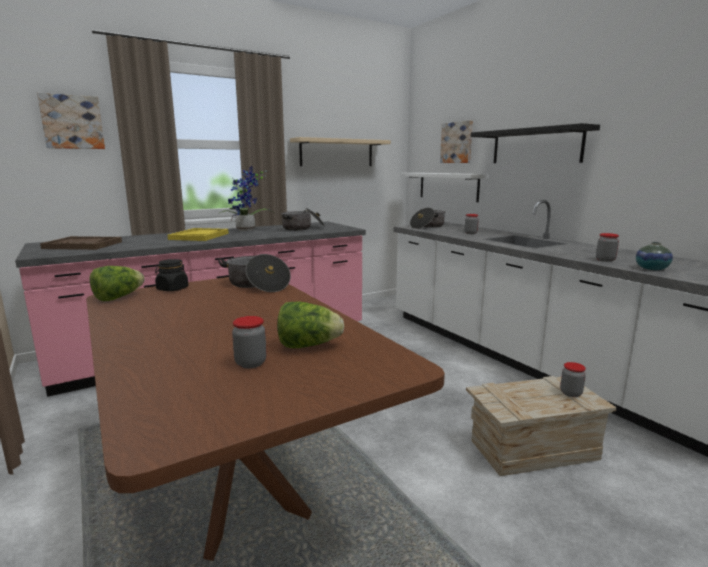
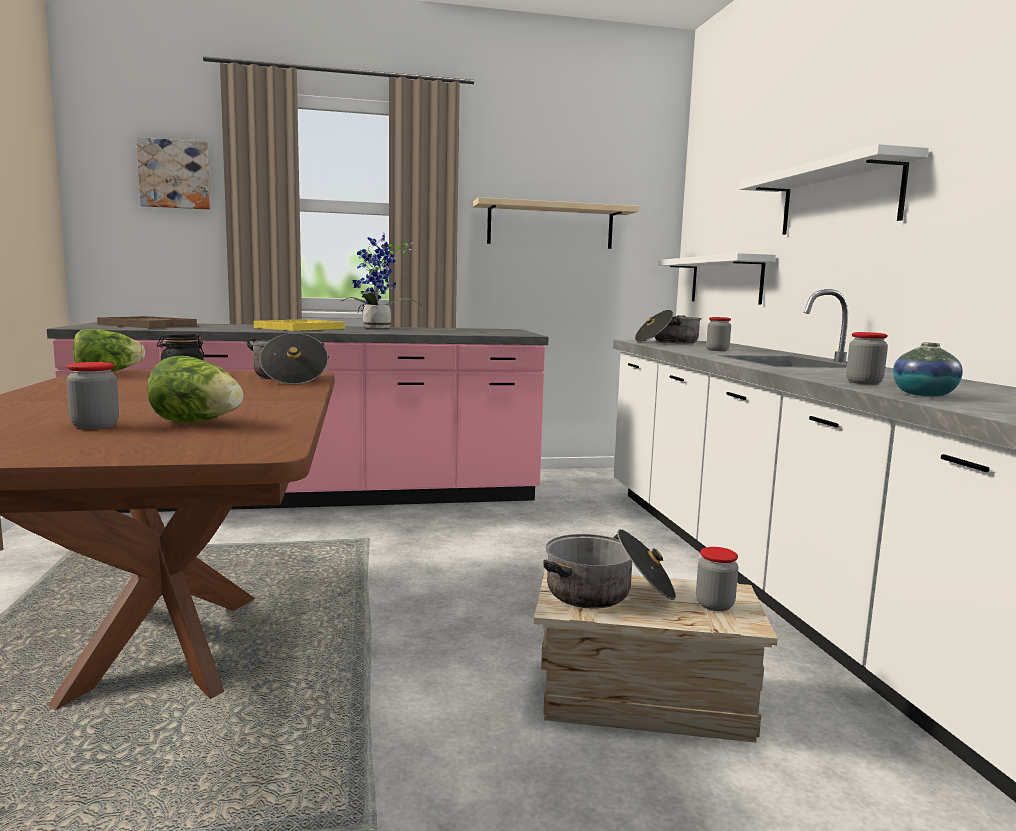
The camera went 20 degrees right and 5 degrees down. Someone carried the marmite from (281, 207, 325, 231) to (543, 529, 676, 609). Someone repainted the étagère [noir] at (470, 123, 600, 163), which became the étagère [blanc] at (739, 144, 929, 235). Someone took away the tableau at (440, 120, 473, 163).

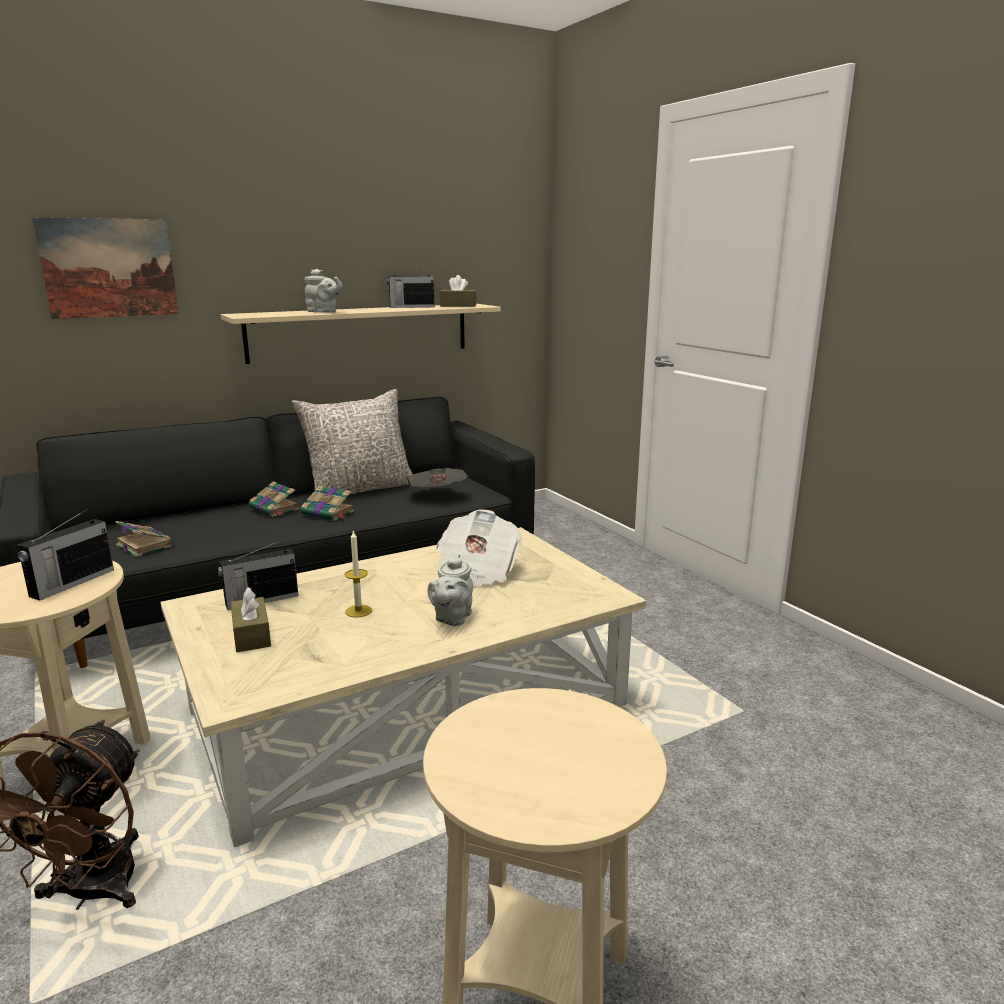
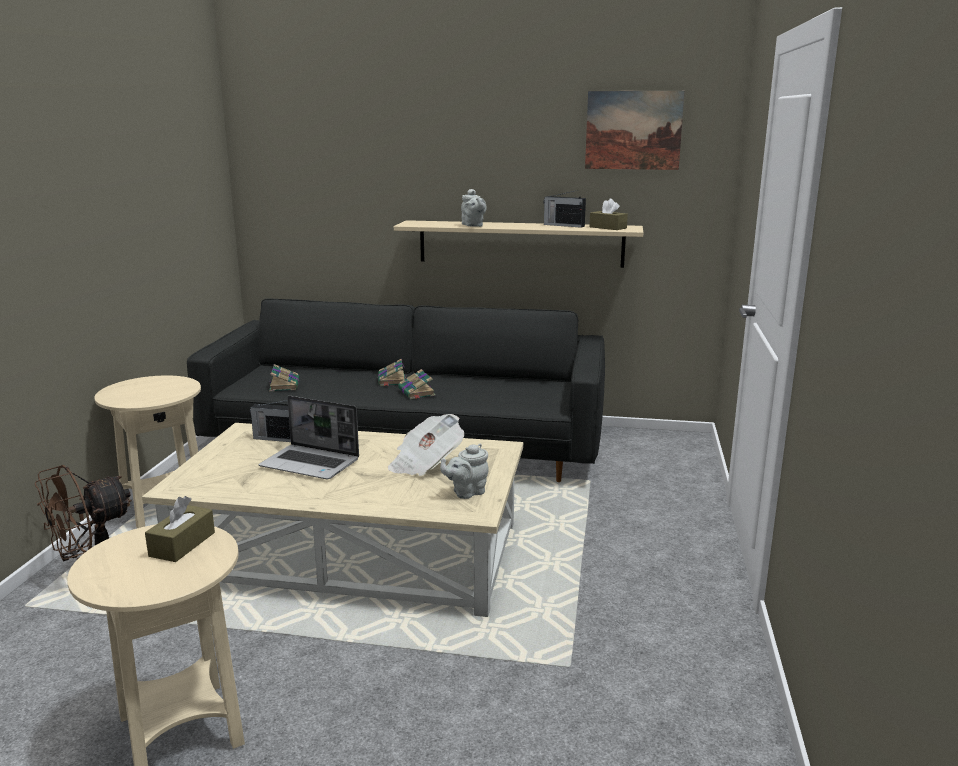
The camera went 40 degrees right and 0 degrees up. Someone carried the boîte à mouchoirs [marron] from (231, 587, 271, 652) to (145, 496, 215, 562). Someone swapped the bougie at (344, 531, 372, 618) for the ordinateur portable at (259, 396, 359, 479). Someone carried the théière [gris] from (427, 554, 473, 626) to (440, 444, 489, 499). Someone carried the tableau from (32, 217, 179, 319) to (585, 91, 685, 170). Someone took away the radio at (17, 509, 114, 601). Someone took away the coussin [gris] at (292, 389, 413, 495). Someone took away the journal at (404, 468, 468, 487).

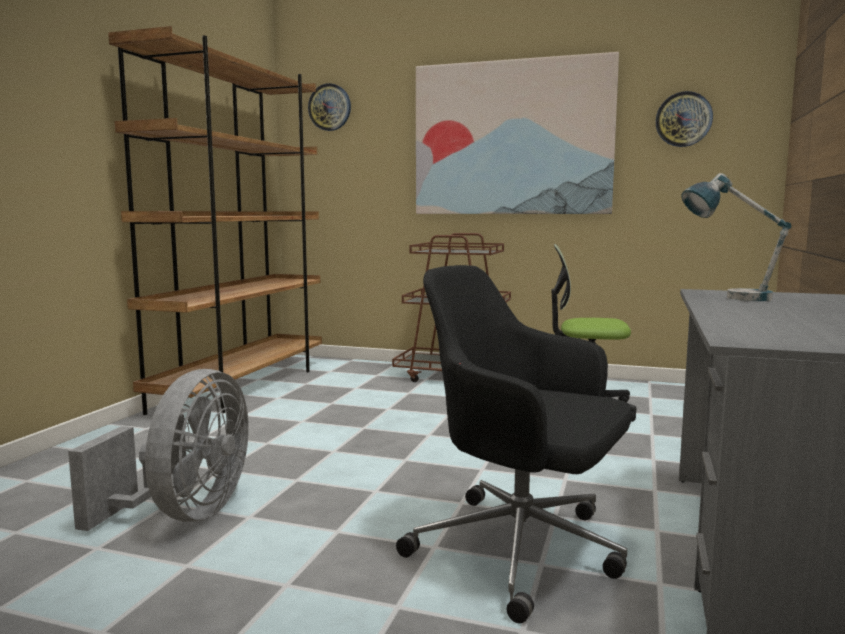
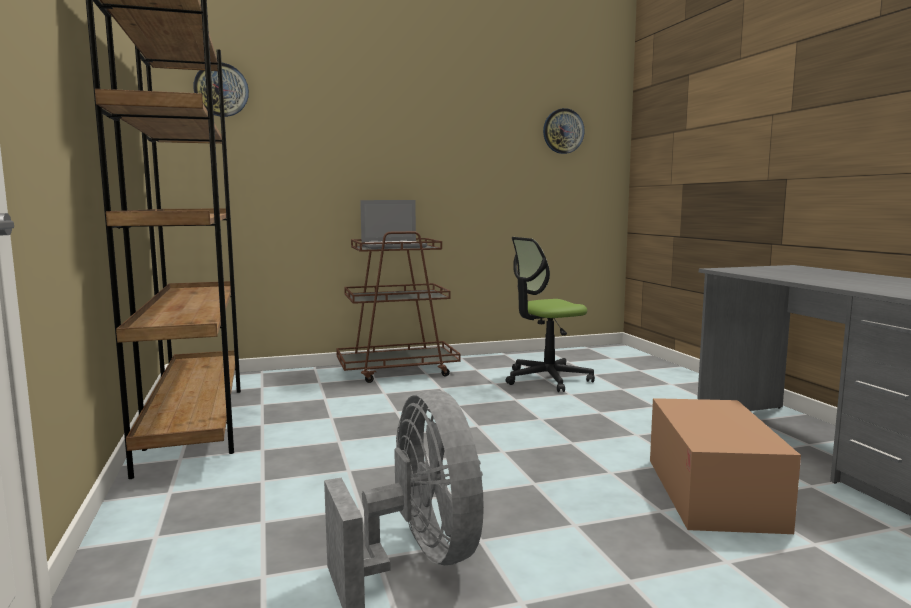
The camera went 35 degrees left and 0 degrees up. Someone put down the ordinateur portable at (360, 200, 427, 249). Someone swapped the chaise de bureau [noir] at (396, 265, 632, 624) for the carton at (650, 398, 801, 534). Someone took away the tableau at (416, 52, 619, 214). Someone took away the lampe de table at (681, 173, 791, 301).

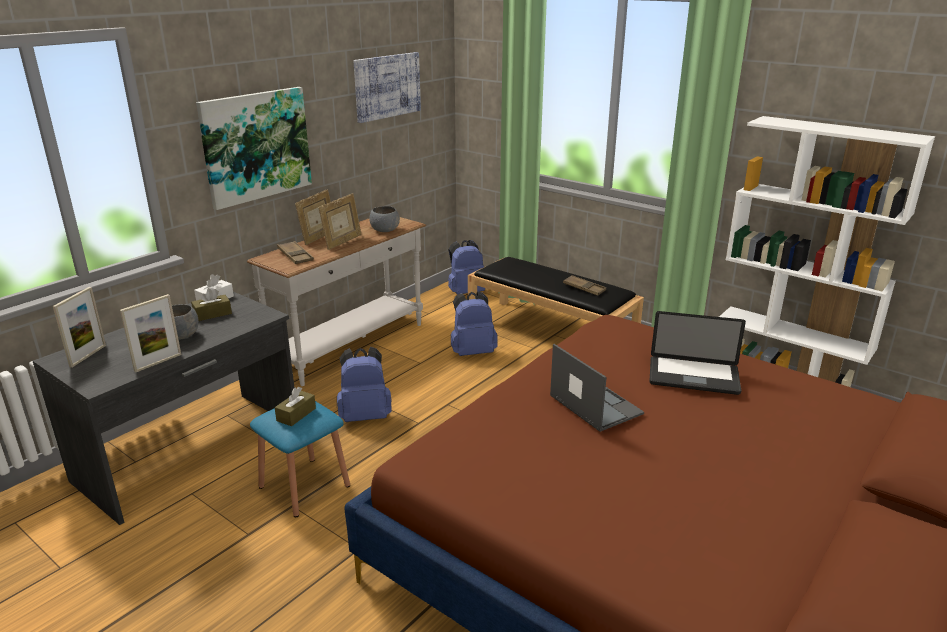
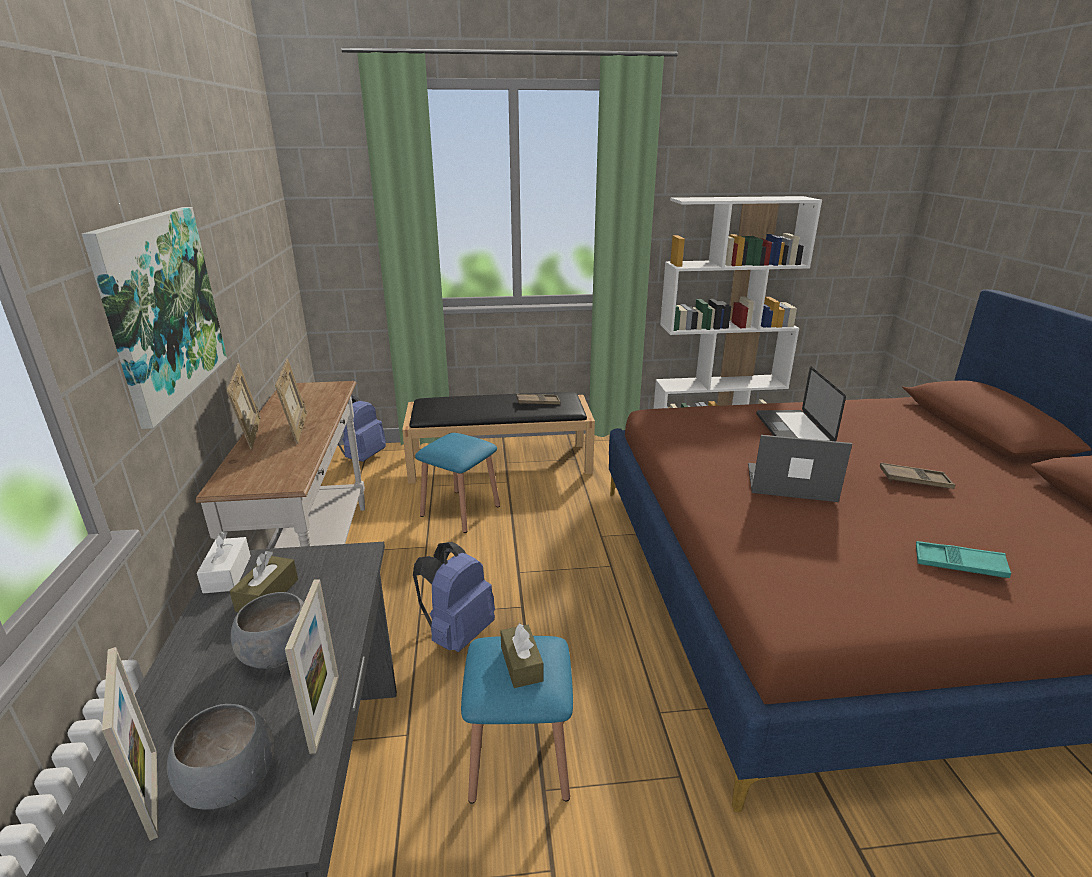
The camera went 45 degrees left and 0 degrees up. Someone carried the bol [gris] from (369, 206, 400, 232) to (167, 704, 275, 810). Someone swapped the sac à dos [bleu] at (451, 291, 498, 356) for the tabouret [bleu] at (415, 433, 500, 533). Someone rotated the ordinateur portable at (649, 311, 746, 395) by 120 degrees clockwise. Someone carried the plateau [marron] from (277, 241, 314, 264) to (880, 463, 955, 489). Someone put down the plateau [turquoise] at (916, 541, 1011, 578). Someone took away the tableau at (353, 52, 421, 123).

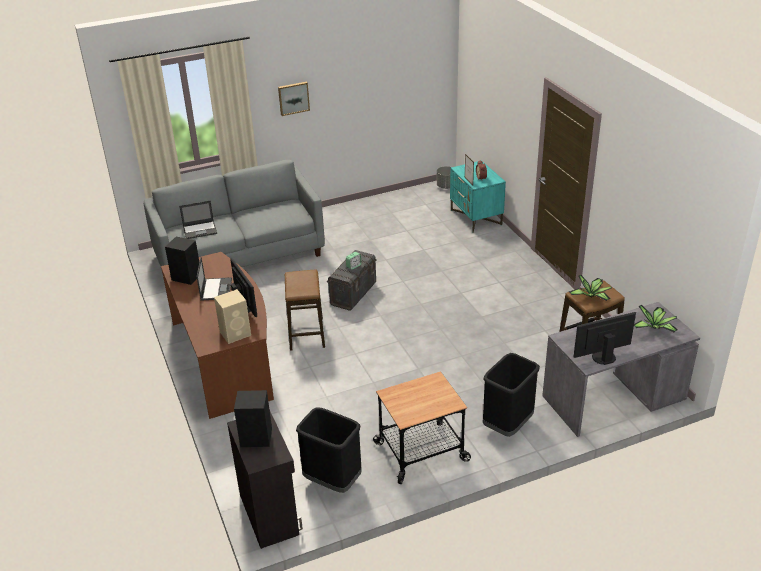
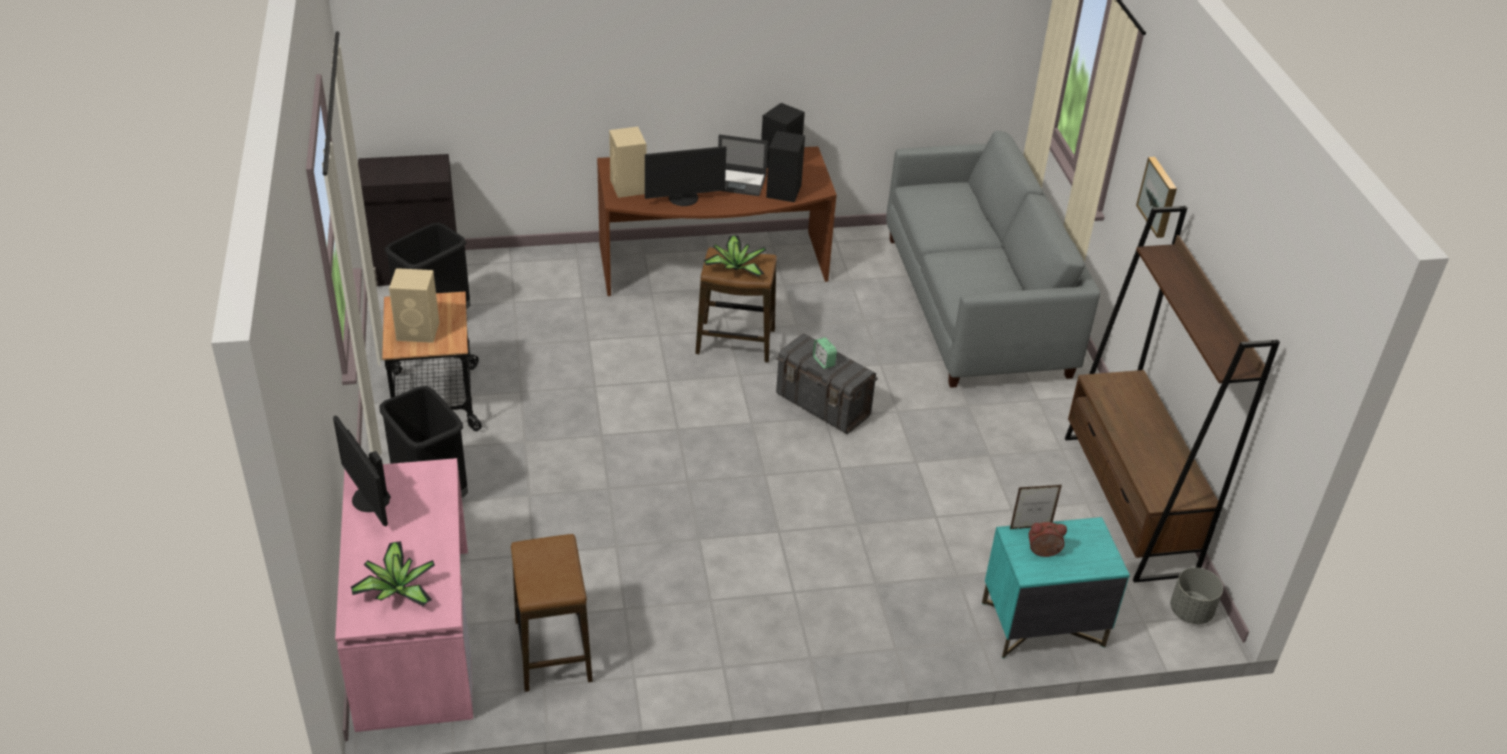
The camera went 100 degrees right and 5 degrees up. Someone rotated the écran d'ordinateur at (574, 312, 636, 365) by 150 degrees clockwise. Someone repainted the bureau [gris] at (542, 302, 700, 437), which became the bureau [rose] at (335, 458, 473, 732). Someone put down the enceinte [beige] at (389, 268, 439, 343). Someone carried the plante en pot from (569, 275, 612, 301) to (704, 236, 766, 277). Someone carried the enceinte [noir] from (234, 390, 272, 447) to (766, 131, 805, 202). Someone put down the bibliothèque [marron] at (1065, 206, 1280, 583). Someone took away the ordinateur portable at (179, 201, 217, 239).

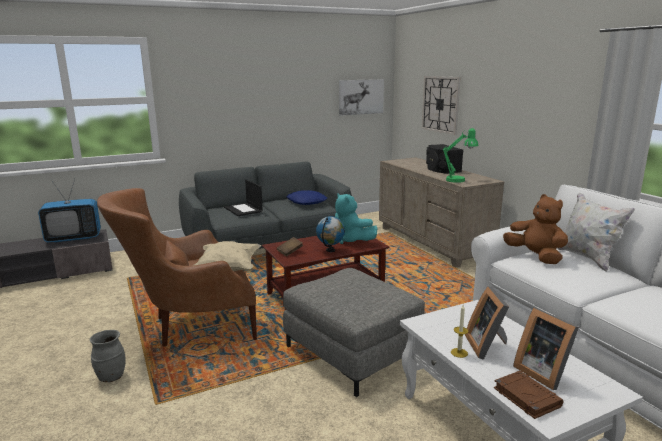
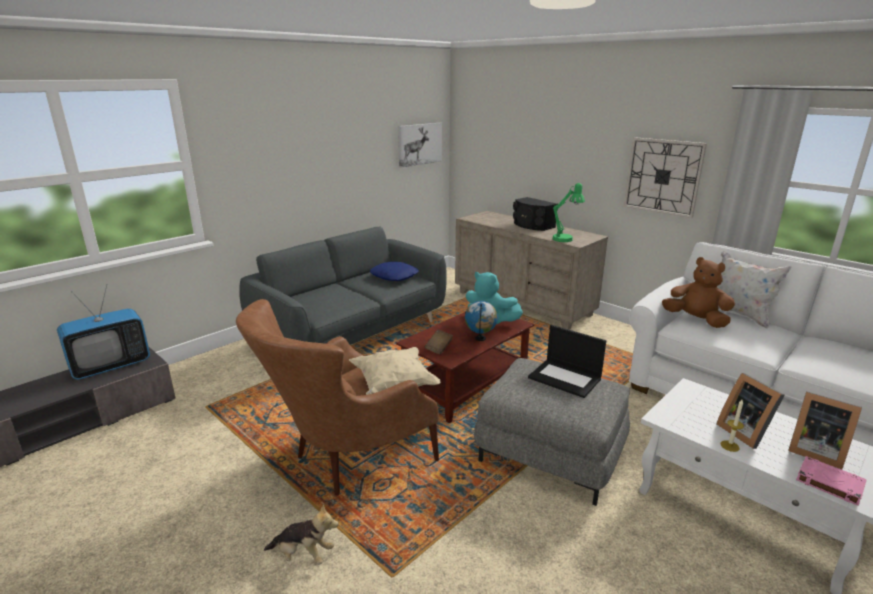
The camera went 20 degrees left and 5 degrees up. Someone swapped the vase [gris] at (90, 330, 126, 382) for the peluche at (264, 504, 339, 564). Someone carried the ordinateur portable from (224, 179, 263, 216) to (528, 325, 606, 398). Someone carried the horloge murale from (422, 76, 460, 135) to (624, 137, 707, 218). Someone repainted the livre [marron] at (494, 371, 563, 419), which became the livre [rose] at (796, 456, 867, 506).

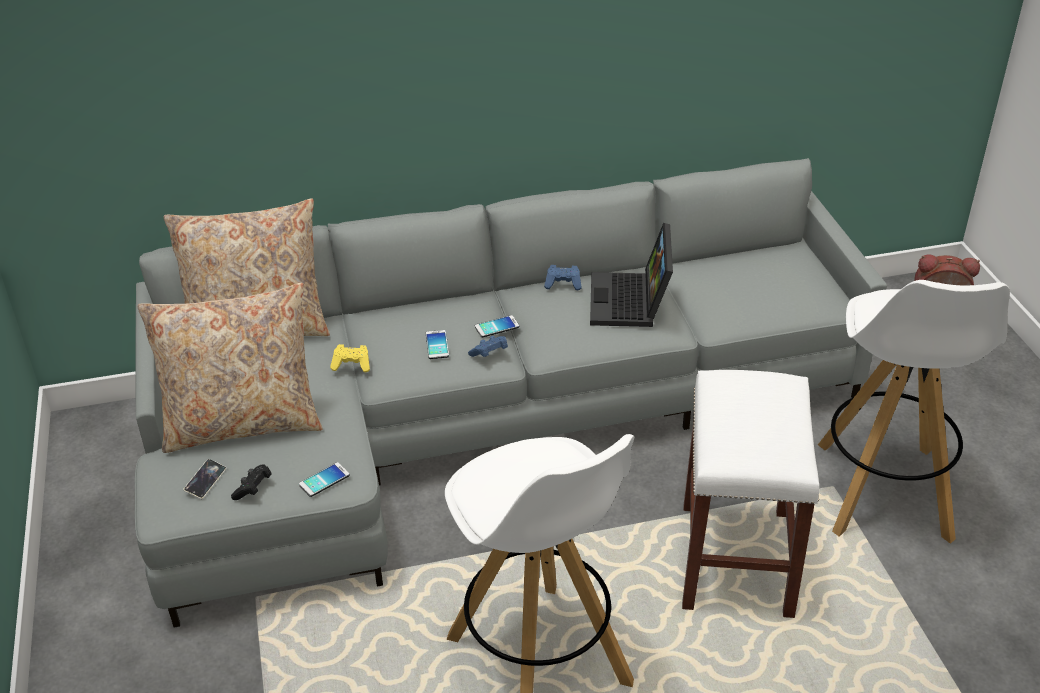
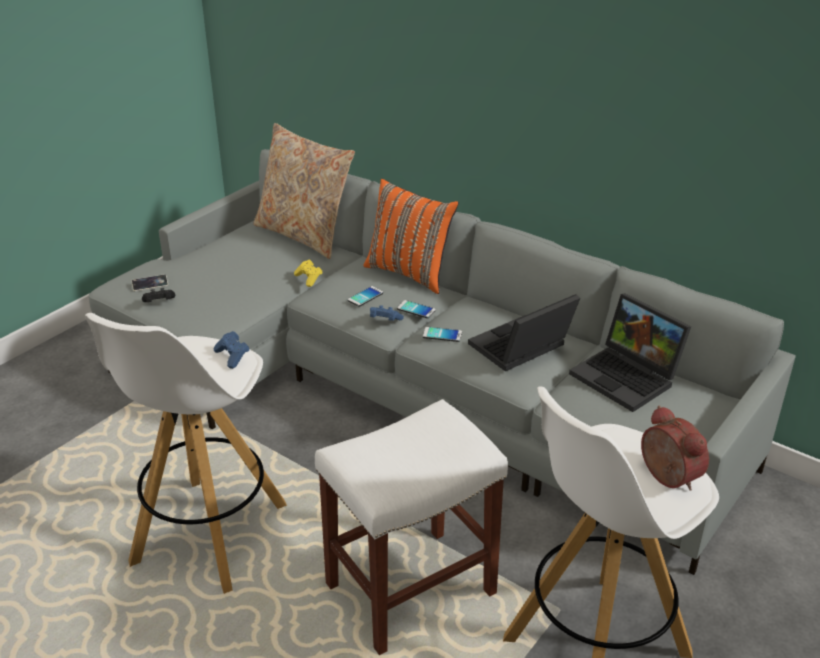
The camera went 50 degrees right and 5 degrees down. Someone carried the manette [bleu] from (544, 265, 582, 290) to (214, 331, 249, 369). Someone put down the coussin [orange] at (363, 179, 459, 294). Someone carried the téléphone from (299, 462, 350, 497) to (423, 327, 462, 342). Someone put down the ordinateur portable at (569, 293, 691, 412). Someone took away the coussin [beige] at (137, 283, 323, 453).

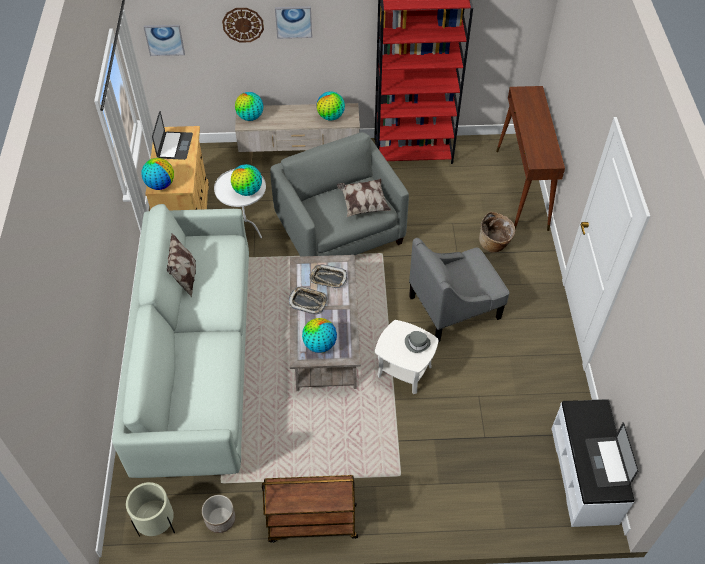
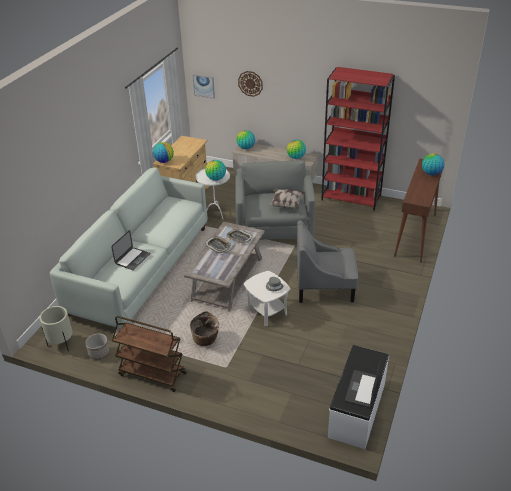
The camera went 25 degrees right and 15 degrees down. Someone carried the ordinateur portable from (152, 111, 193, 160) to (111, 230, 151, 270). Someone carried the panier from (479, 212, 515, 252) to (190, 311, 219, 346). Someone carried the globe from (302, 318, 337, 353) to (422, 153, 444, 176). Someone took away the coussin at (167, 234, 196, 298). Someone took away the tableau at (275, 6, 312, 39).

